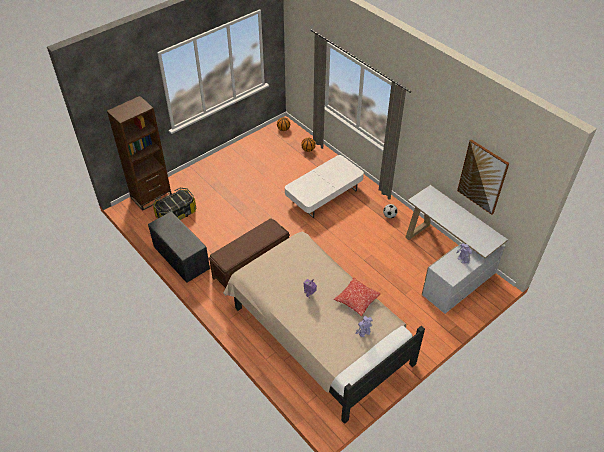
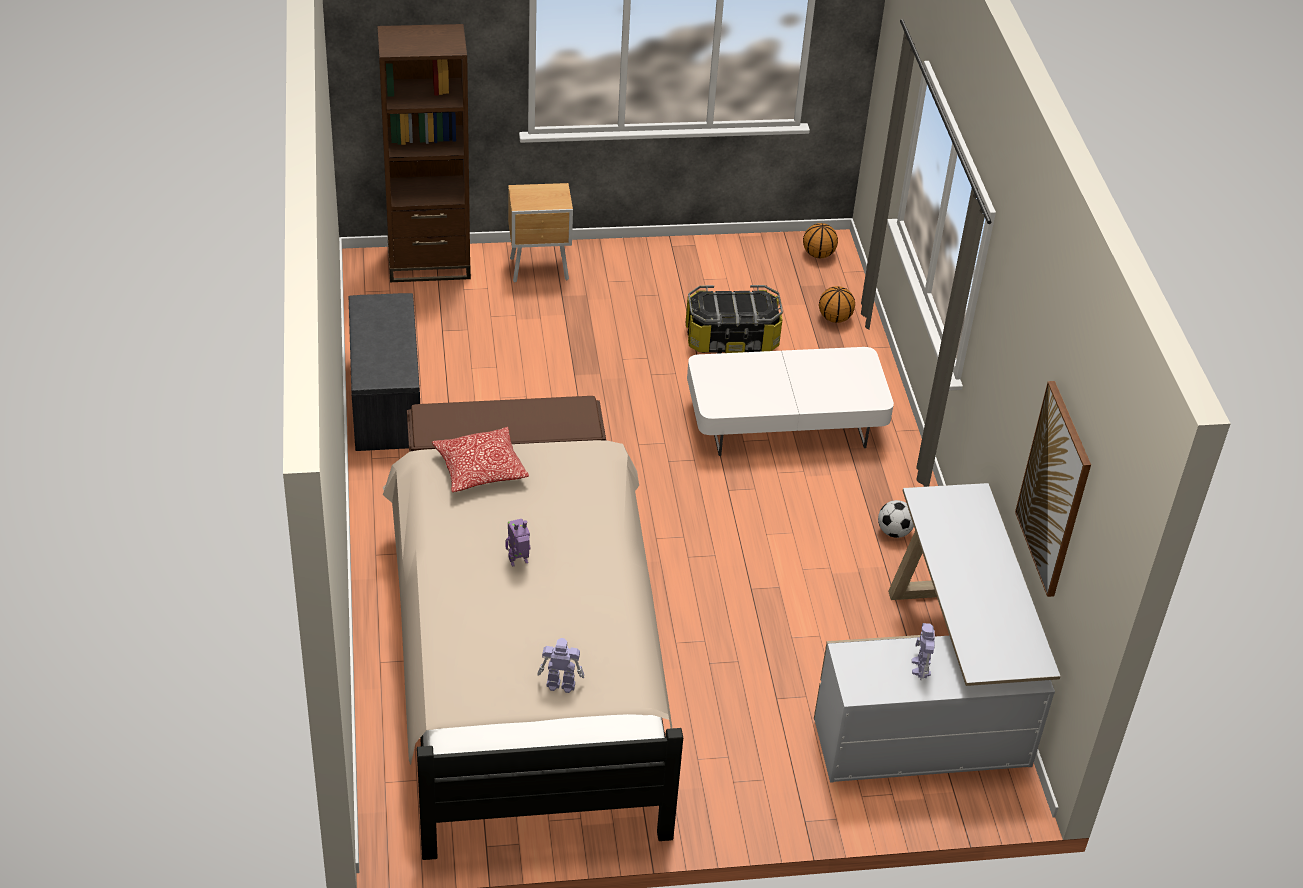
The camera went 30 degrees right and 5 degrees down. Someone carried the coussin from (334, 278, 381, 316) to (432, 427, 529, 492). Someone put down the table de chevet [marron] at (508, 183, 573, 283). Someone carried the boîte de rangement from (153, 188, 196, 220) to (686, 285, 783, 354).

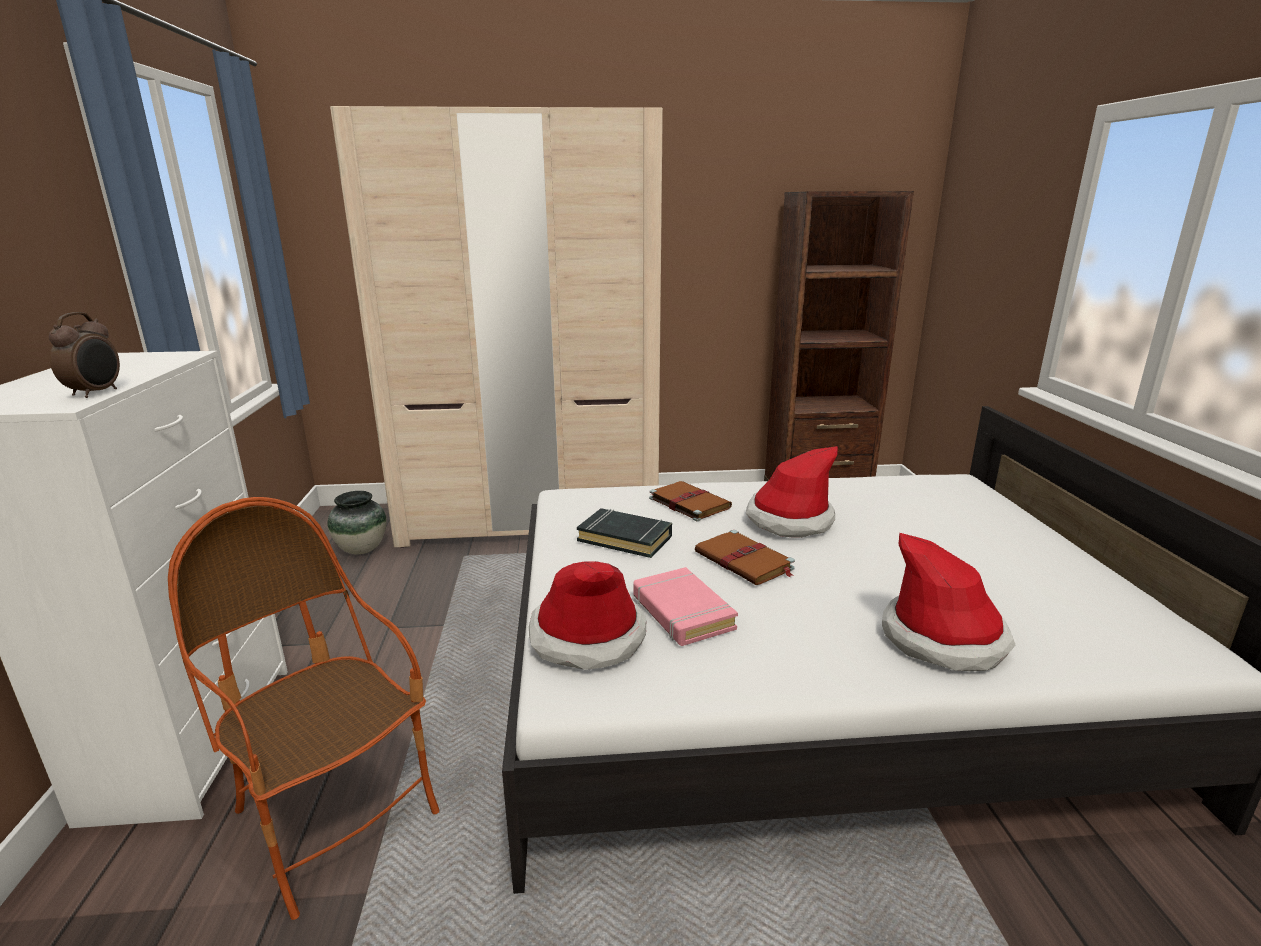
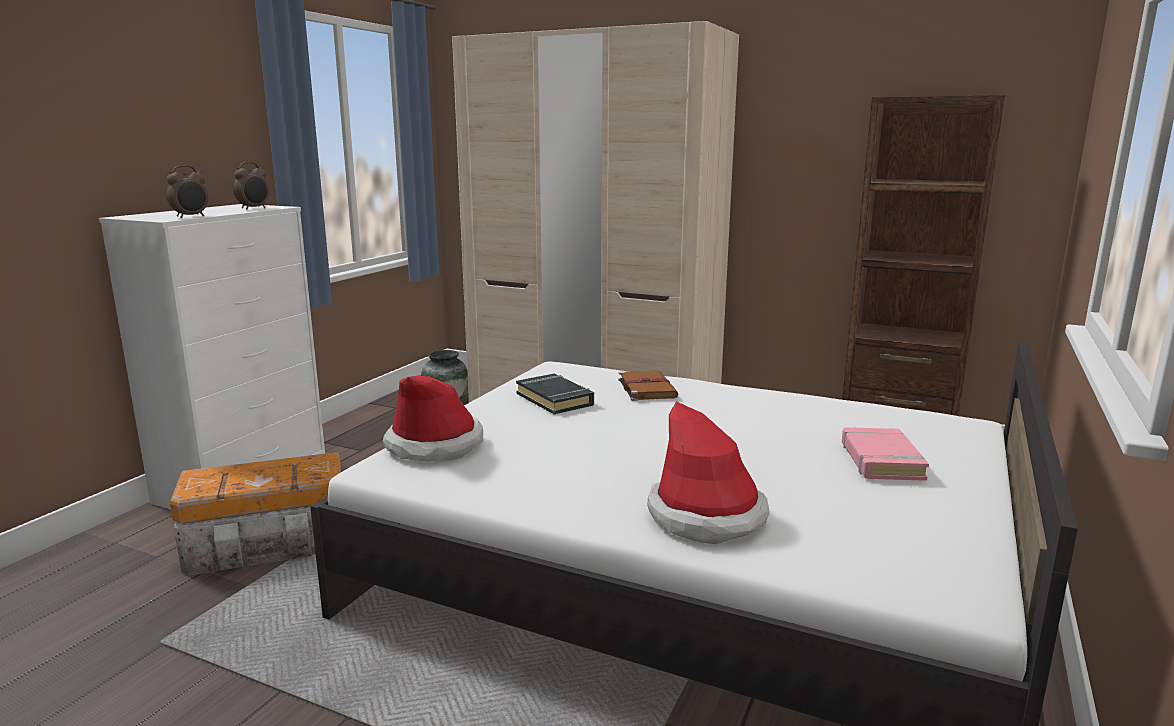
The camera went 30 degrees right and 5 degrees down. Someone swapped the fauteuil at (168, 497, 439, 920) for the boîte de rangement at (170, 452, 341, 575). Someone put down the réveil at (233, 162, 269, 209). Someone carried the livre [rose] from (633, 567, 738, 646) to (842, 427, 929, 481). Someone took away the livre [marron] at (695, 530, 795, 585). Someone took away the chapeau at (746, 446, 838, 538).

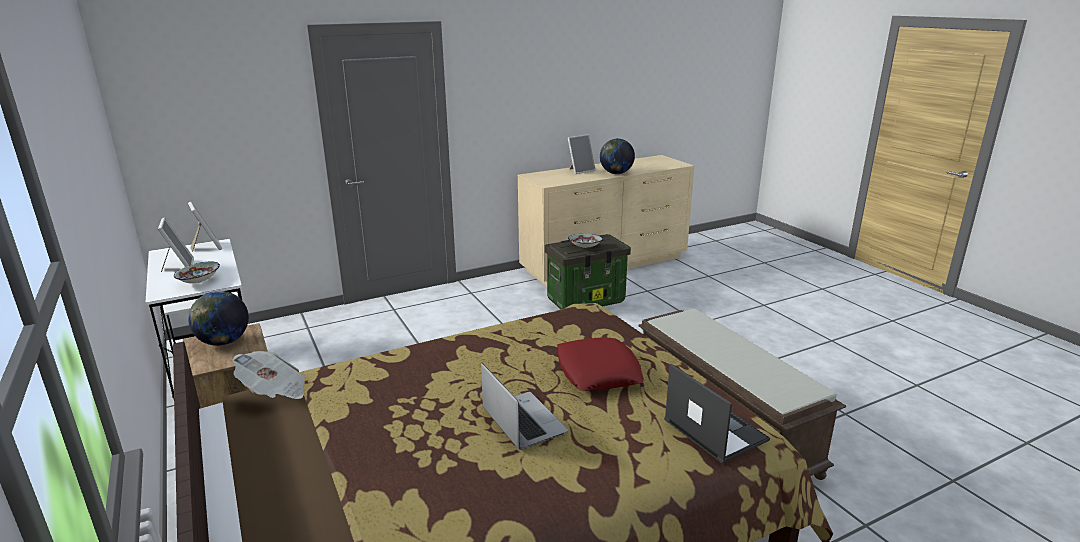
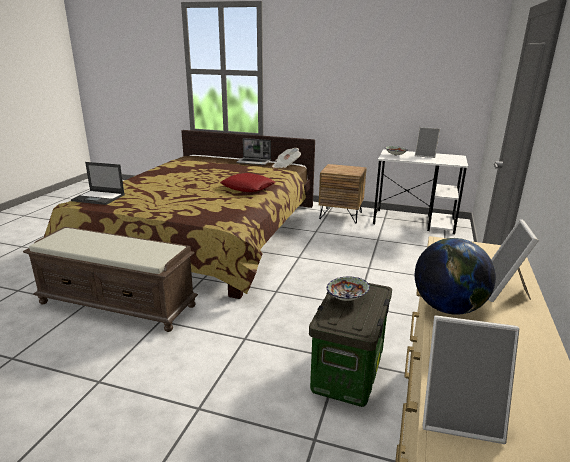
The camera went 135 degrees right and 0 degrees up. Someone carried the coussin [rouge] from (557, 337, 644, 391) to (220, 173, 276, 192). Someone carried the ordinateur portable from (481, 363, 568, 450) to (236, 138, 271, 165). Someone carried the cadre photo from (188, 202, 222, 252) to (423, 315, 519, 444). Someone took away the globe at (188, 291, 249, 346).

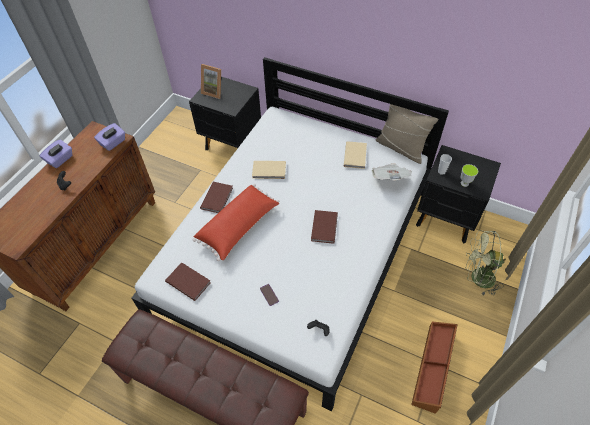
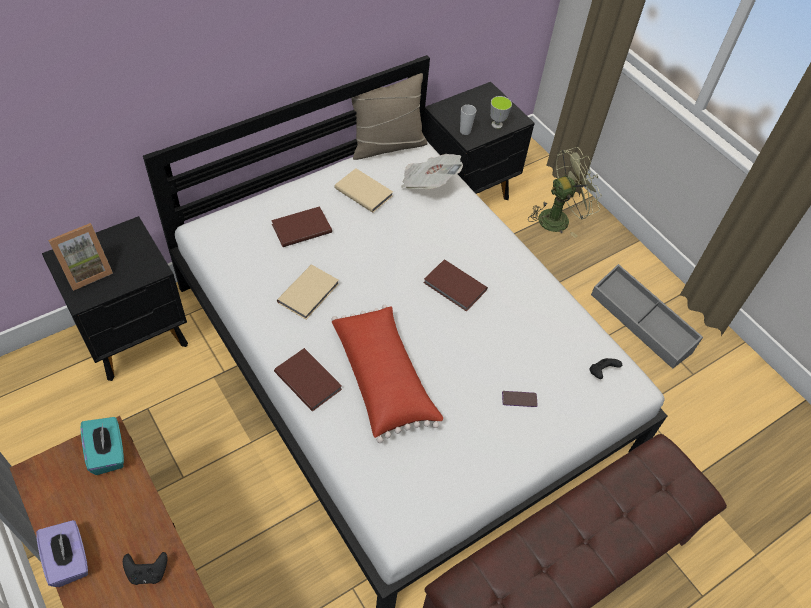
The camera went 65 degrees left and 0 degrees up. Someone repainted the boîte à mouchoirs [violet] at (94, 123, 125, 151), which became the boîte à mouchoirs [turquoise] at (81, 417, 124, 475). Someone carried the livre [marron] from (165, 262, 211, 301) to (271, 206, 332, 247). Someone rotated the ventilateur [vert] at (465, 230, 506, 296) by 150 degrees counterclockwise. Someone repainted the boîte de rangement [marron] at (411, 321, 458, 414), which became the boîte de rangement [gris] at (591, 264, 703, 369).

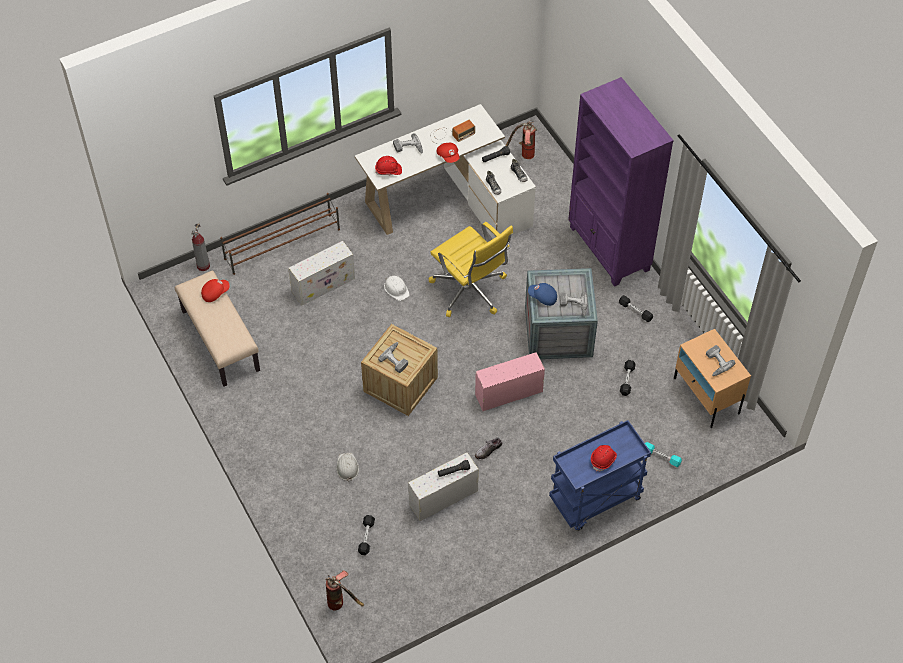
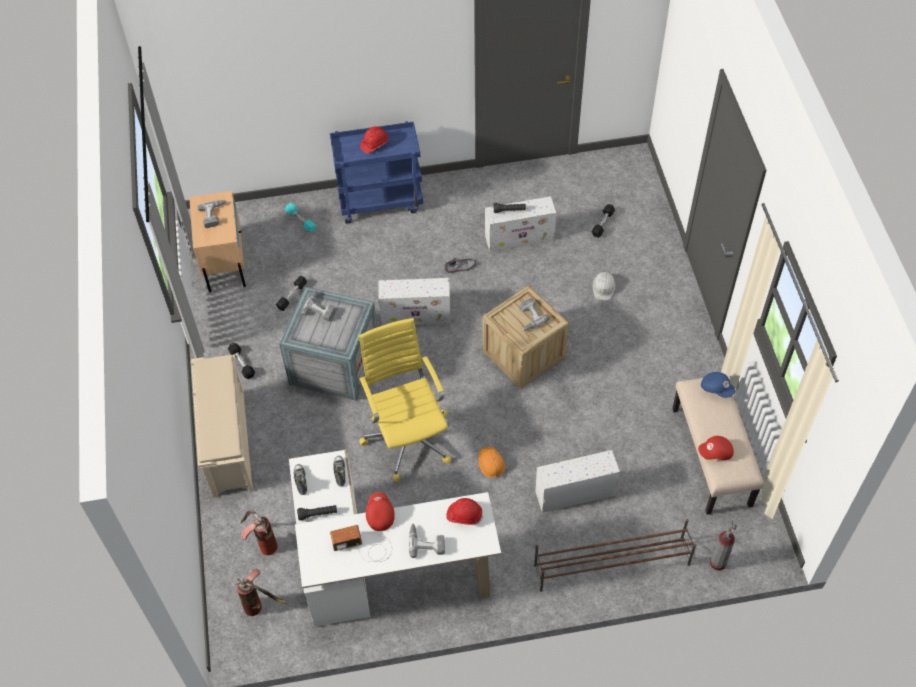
The camera went 160 degrees left and 0 degrees up. Someone swapped the bibliothèque [violet] at (568, 77, 674, 287) for the étagère à chaussures [beige] at (191, 354, 253, 498). Someone carried the extincteur from (325, 570, 364, 610) to (240, 510, 278, 555). Someone repainted the boîte de rangement [rose] at (475, 352, 545, 411), which became the boîte de rangement [blanc] at (378, 278, 451, 326). Someone repainted the casque de chantier [blanc] at (384, 276, 410, 301), which became the casque de chantier [orange] at (478, 447, 505, 479). Someone carried the casquette [bleu] from (528, 283, 557, 306) to (701, 372, 735, 398).

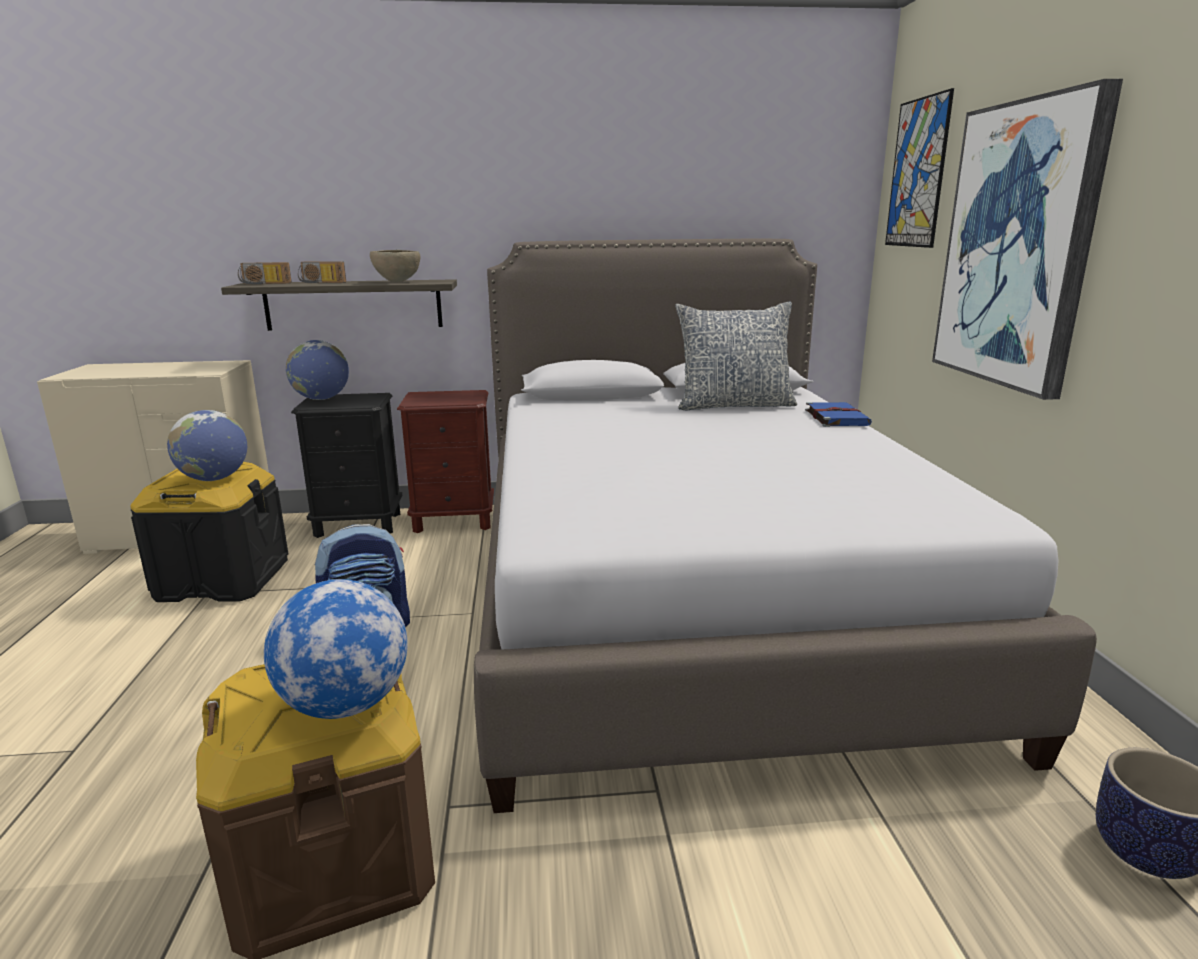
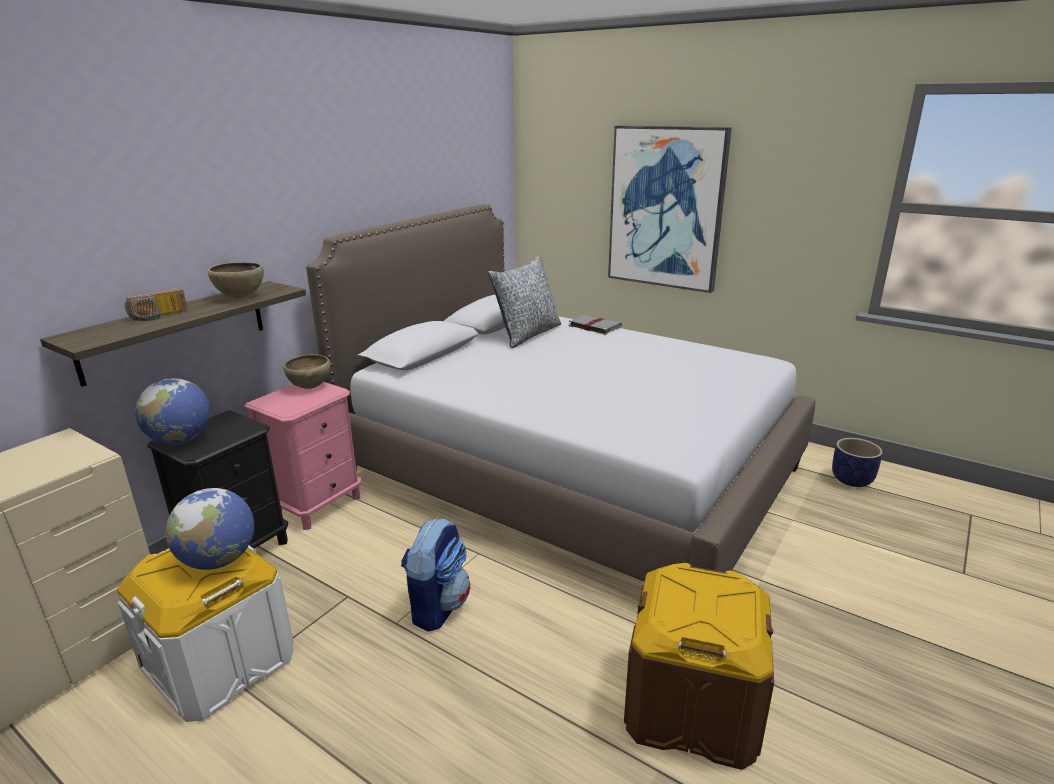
The camera went 50 degrees left and 5 degrees up. Someone repainted the boîte de rangement [noir] at (130, 462, 288, 602), which became the boîte de rangement [blanc] at (117, 546, 294, 722). Someone repainted the table de chevet [marron] at (397, 390, 494, 533), which became the table de chevet [rose] at (244, 382, 362, 530). Someone put down the bol [marron] at (284, 354, 331, 389). Someone repainted the livre [bleu] at (805, 402, 872, 427), which became the livre [gris] at (569, 315, 622, 335). Someone took away the radio at (238, 262, 292, 285). Someone took away the globe at (264, 579, 407, 719). Someone took away the tableau at (885, 88, 954, 248).

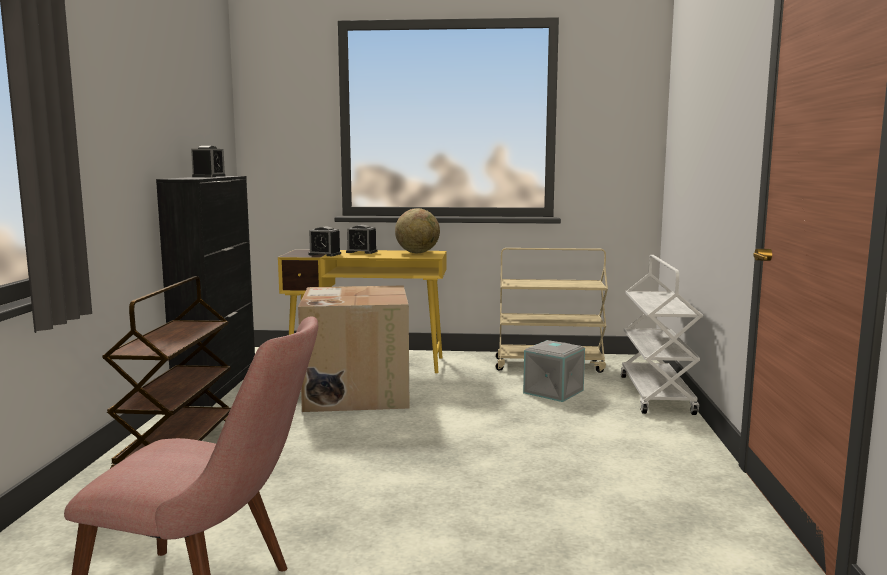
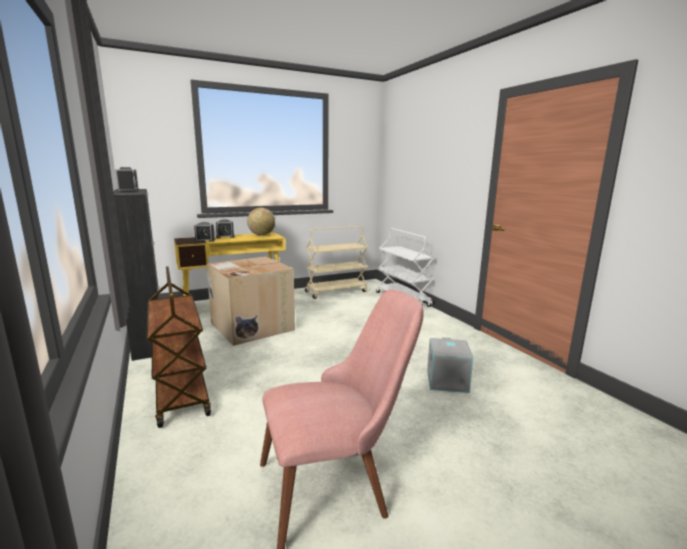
The camera went 30 degrees left and 5 degrees up. Someone carried the boîte de rangement [gris] from (523, 340, 585, 402) to (427, 338, 474, 393).

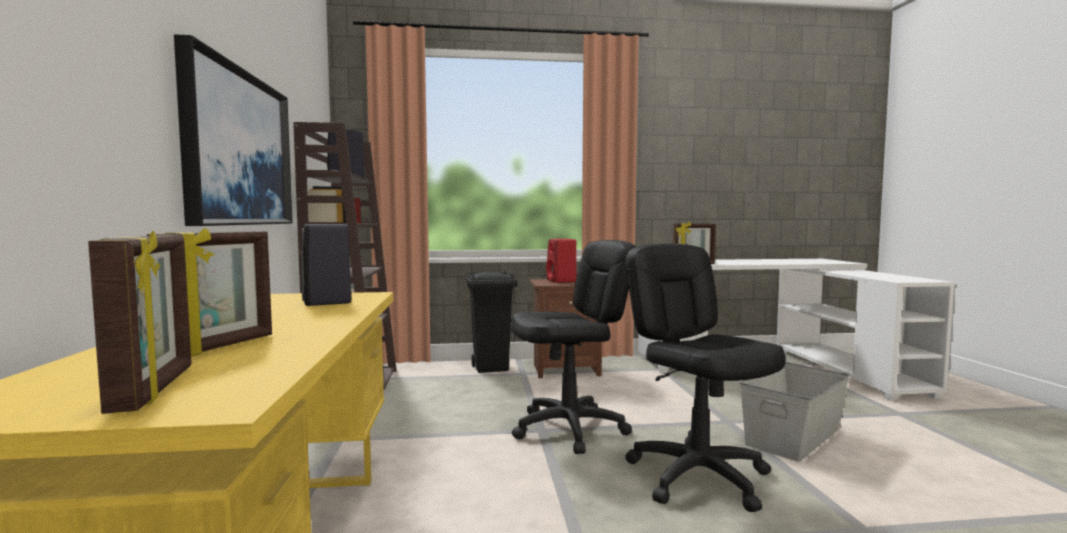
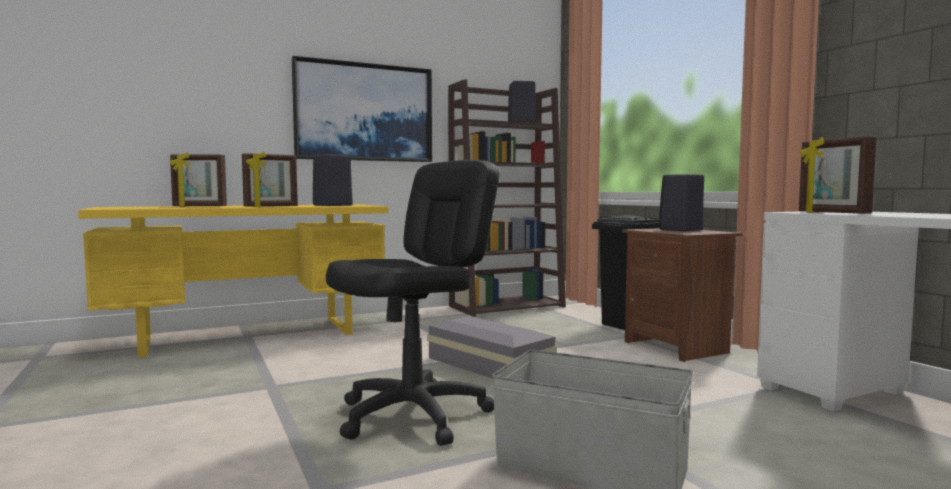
The camera went 70 degrees right and 0 degrees up. Someone carried the cadre photo from (88, 231, 191, 414) to (242, 152, 298, 207). Someone swapped the chaise de bureau [noir] at (510, 240, 636, 454) for the boîte de rangement [gris] at (427, 316, 557, 379). Someone repainted the enceinte [rouge] at (546, 239, 577, 283), which became the enceinte [noir] at (659, 174, 704, 231).

